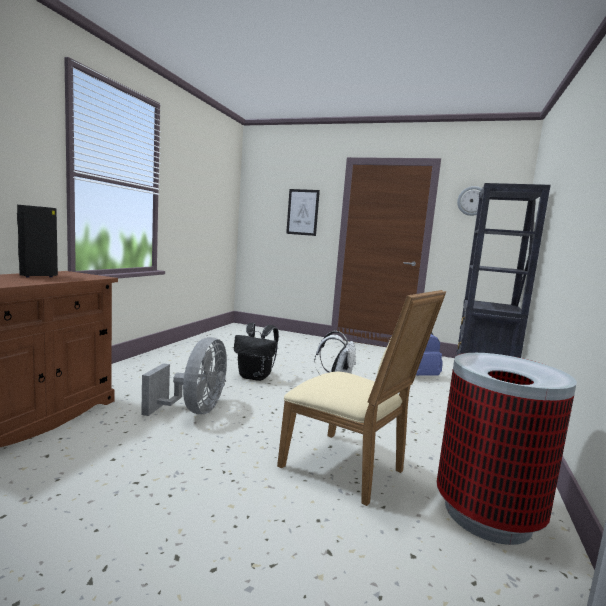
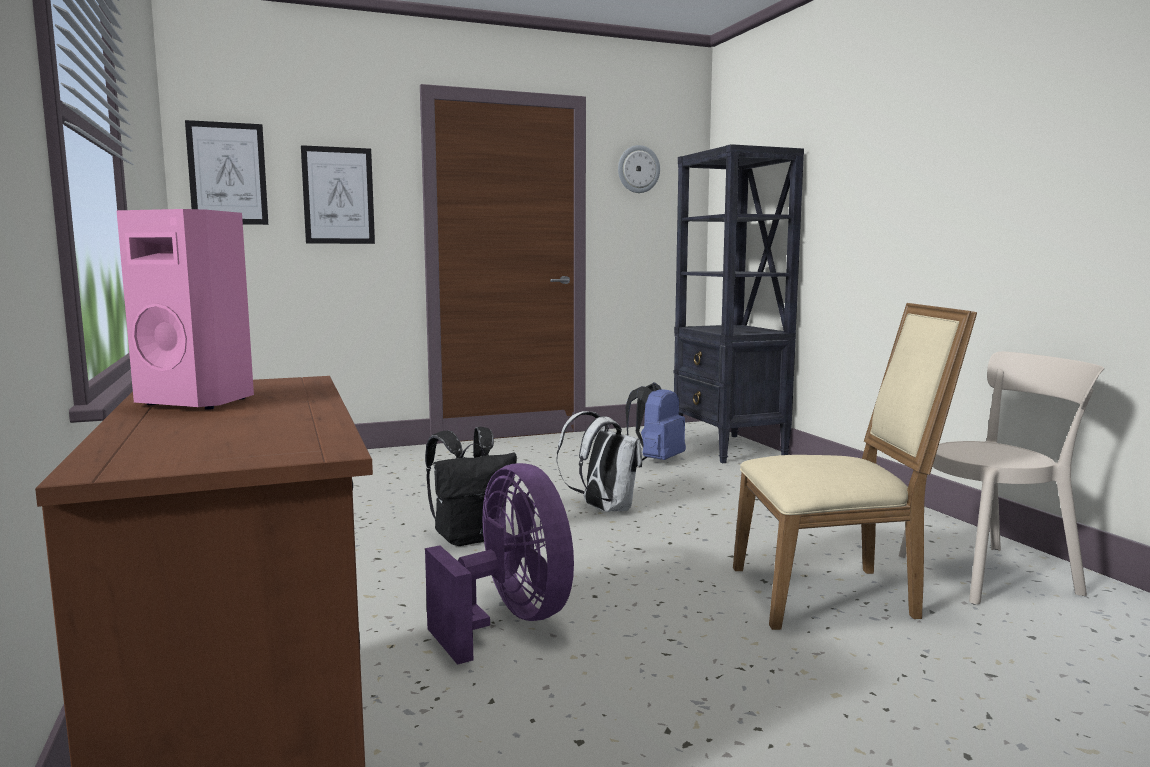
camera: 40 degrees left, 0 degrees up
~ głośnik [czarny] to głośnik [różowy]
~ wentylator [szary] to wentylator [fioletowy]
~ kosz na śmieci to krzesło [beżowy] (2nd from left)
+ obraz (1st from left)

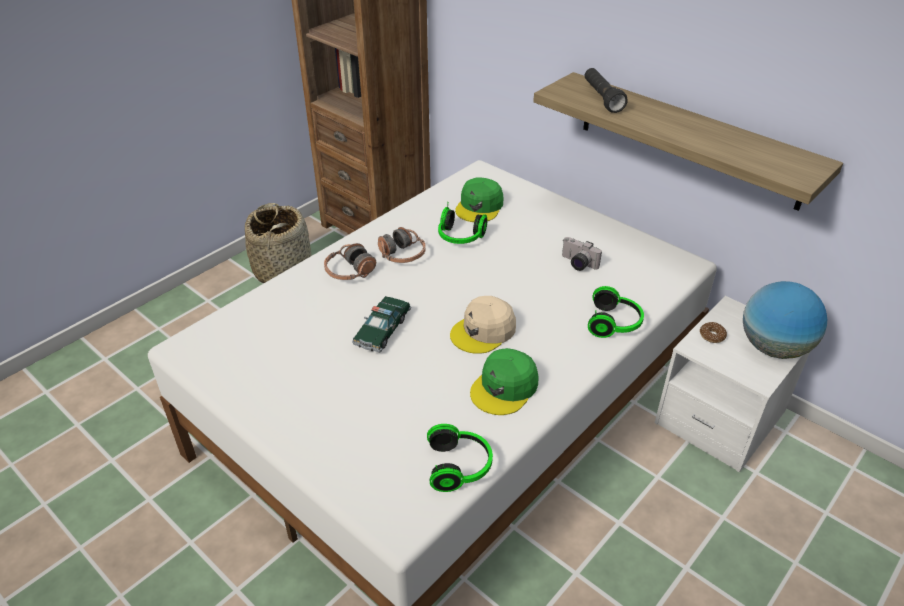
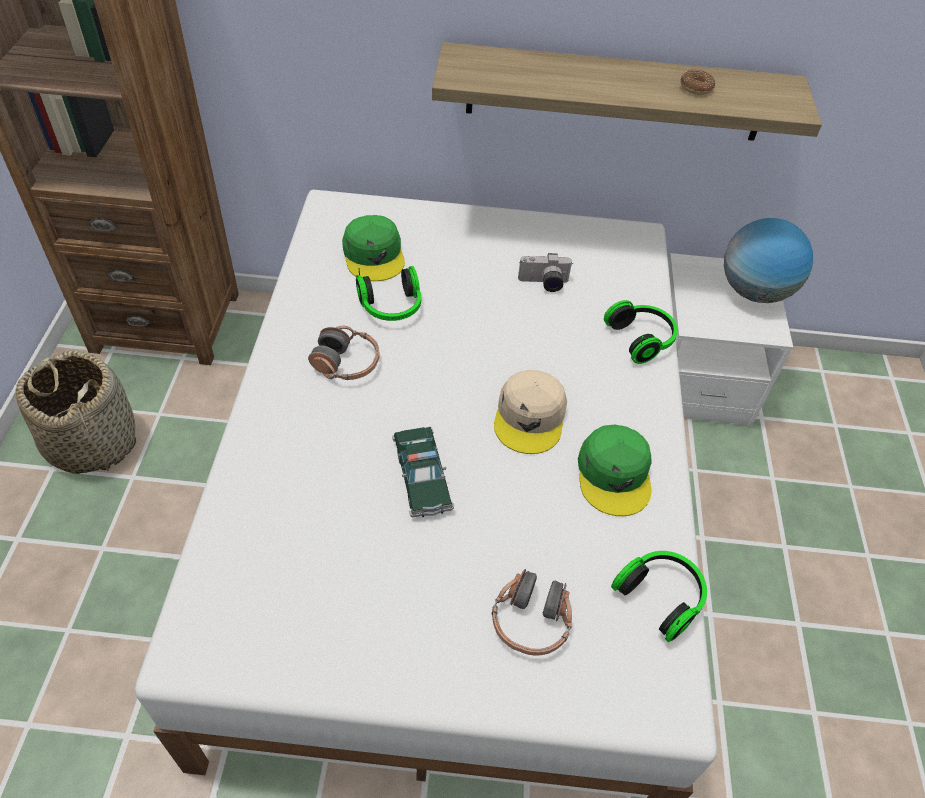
camera: 40 degrees left, 10 degrees up
- latarka [czarny]
~ słuchawki (1st from left in the first image) to słuchawki (3rd from left)
~ donut

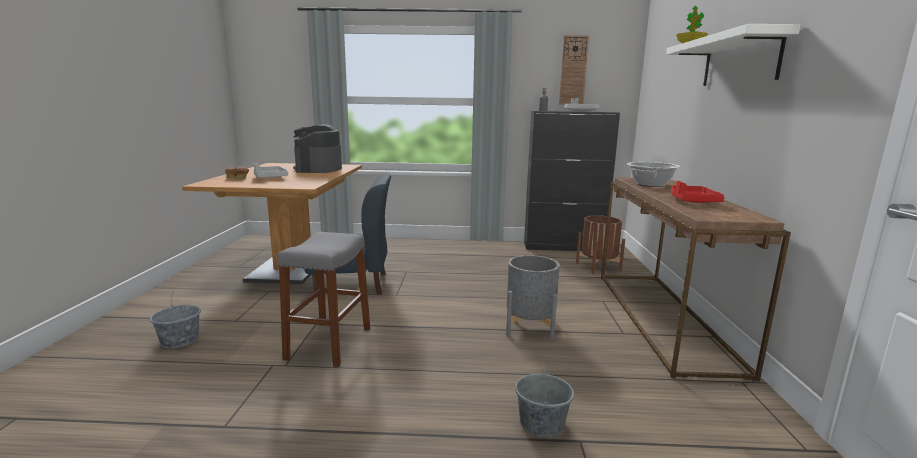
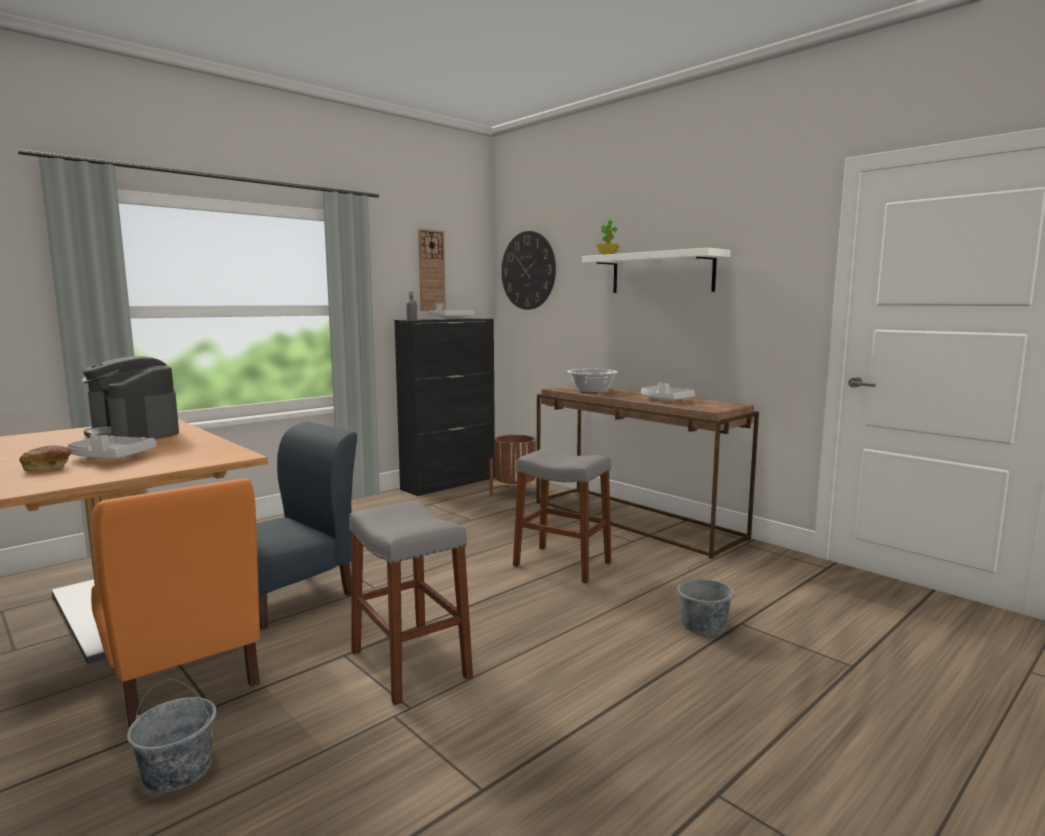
camera: 45 degrees left, 5 degrees down
~ taca [czerwony] to taca [szary] (3rd from left)
~ donica [szary] to stołek [szary] (2nd from left)
+ zegar ścienny (2nd from left)
+ krzesło [pomarańczowy]

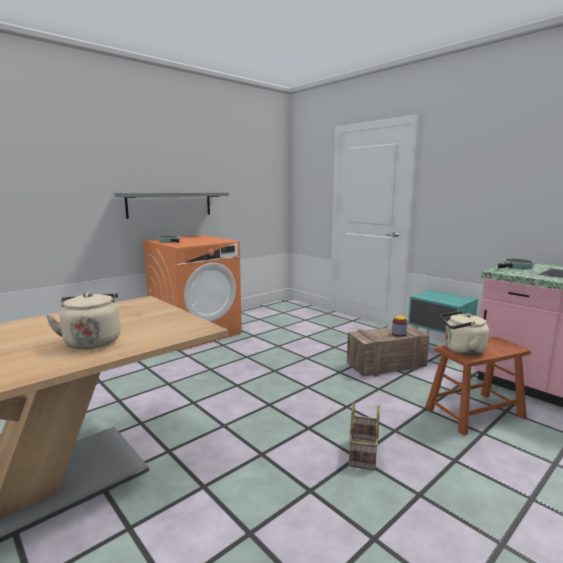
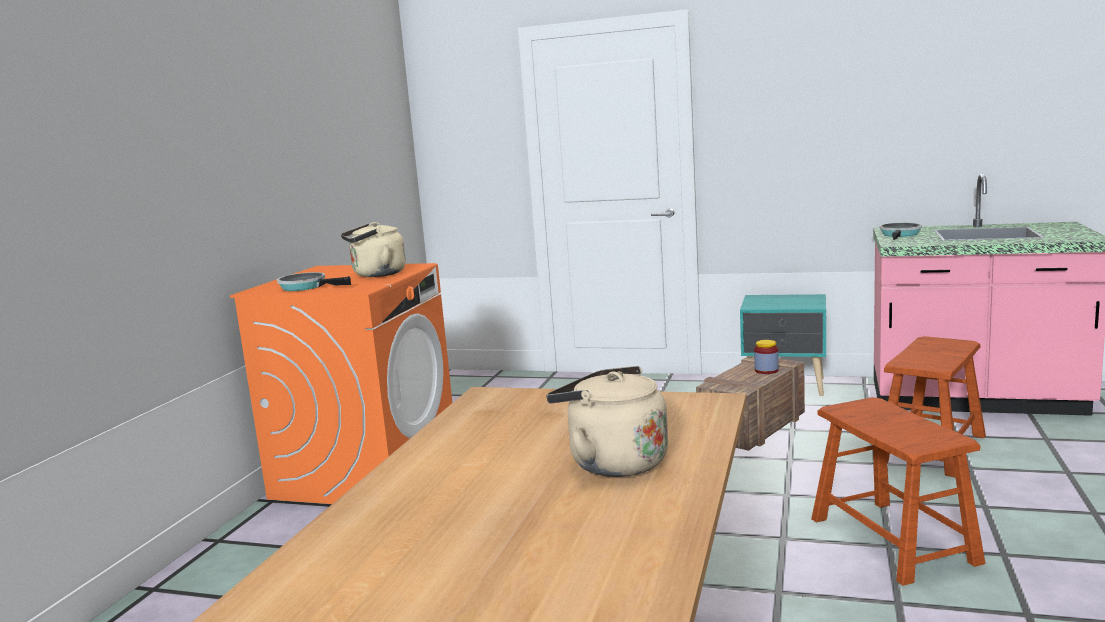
camera: 30 degrees left, 0 degrees up
- półka [szary]
~ czajnik [beżowy] (2nd from left in the first image) to czajnik [beżowy] (1st from left)
~ koszyk to stołek [brązowy] (1st from left)

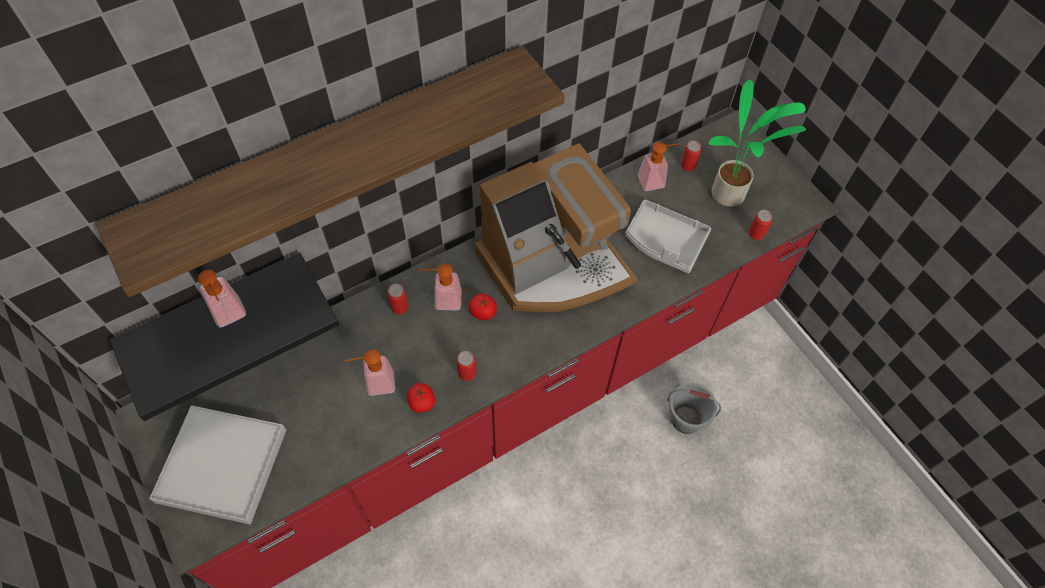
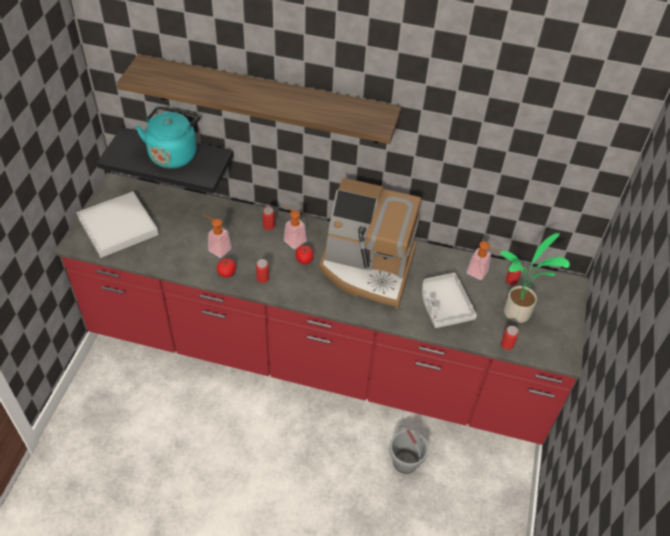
camera: 45 degrees right, 10 degrees down
~ dozownik mydła (1st from left) to czajnik [turkusowy]

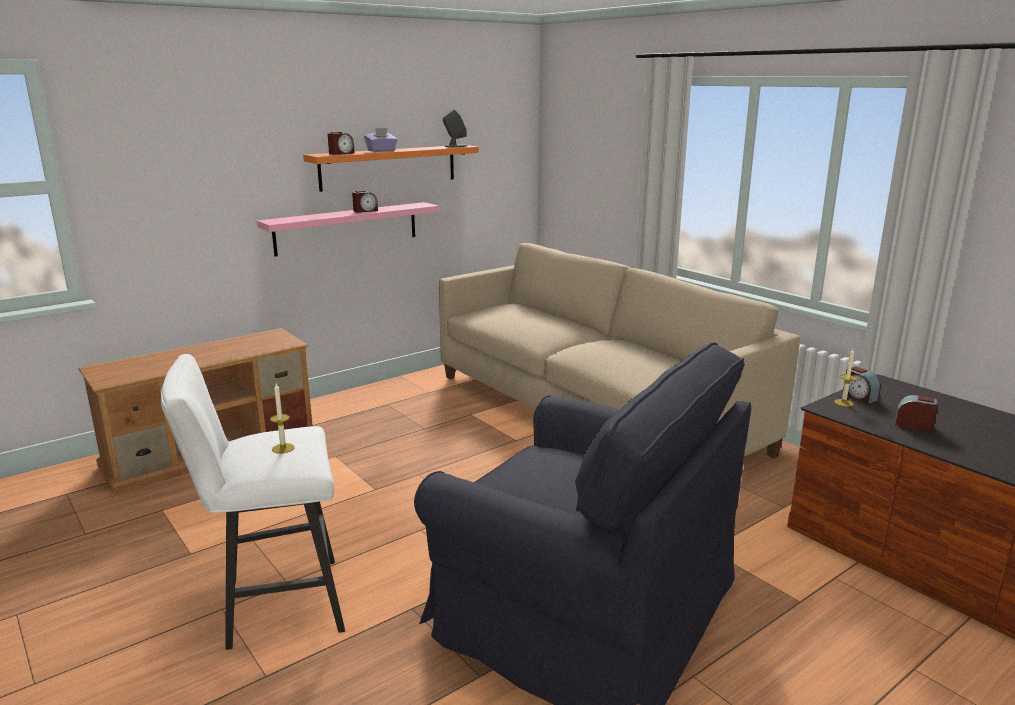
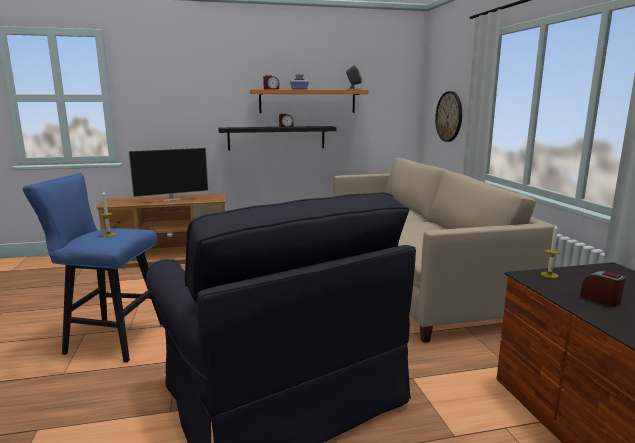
camera: 25 degrees right, 5 degrees down
~ półka [różowy] to półka [czarny]
~ stołek [biały] to stołek [niebieski]
- budzik (3rd from left)
+ zegar ścienny
+ telewizor

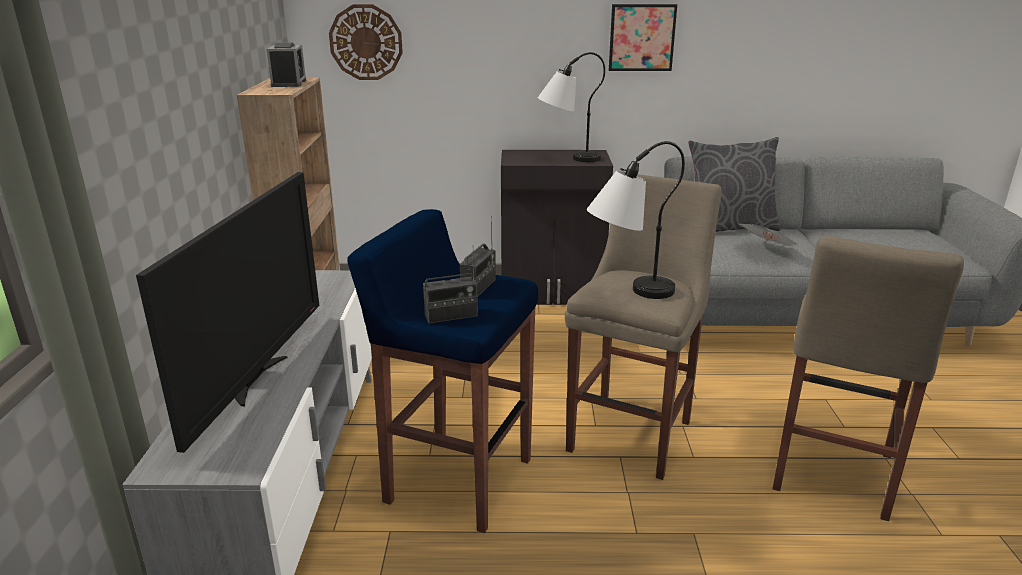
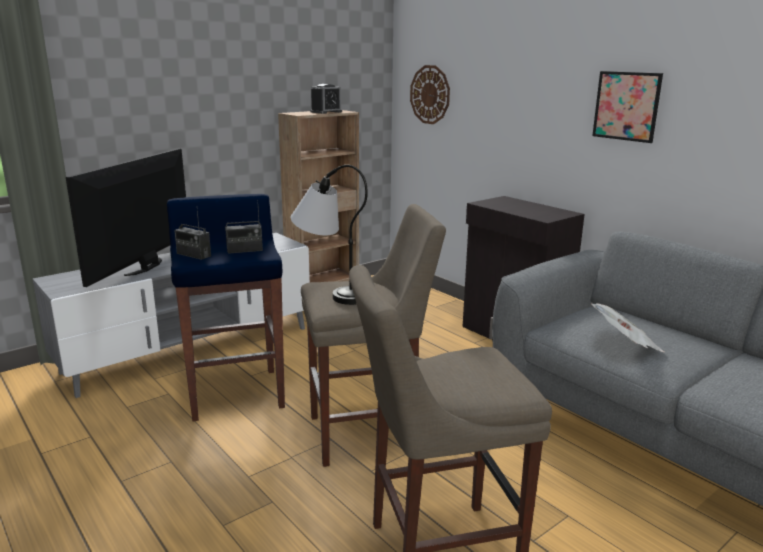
camera: 50 degrees right, 5 degrees down
- lampa stołowa (1st from left)
- poduszka [szary]
~ telewizor 135 degrees clockwise

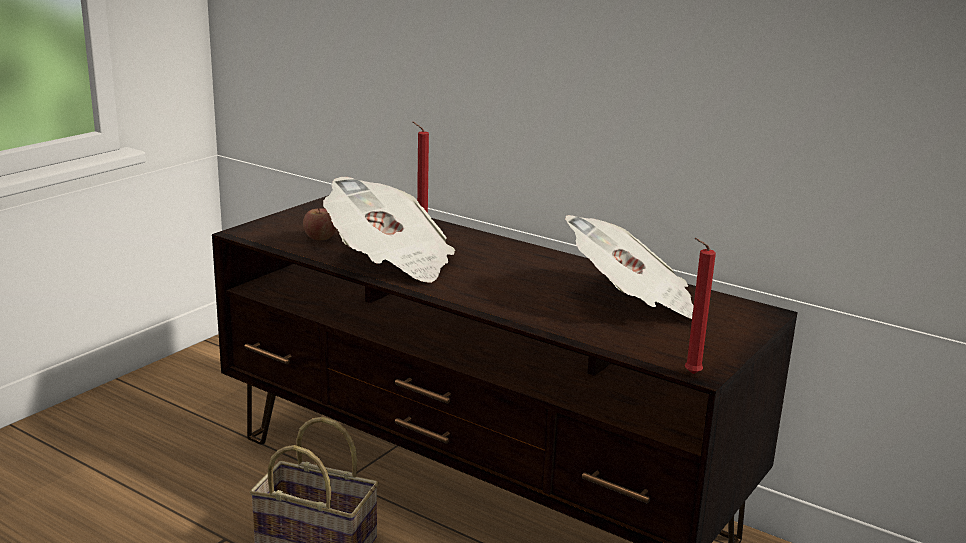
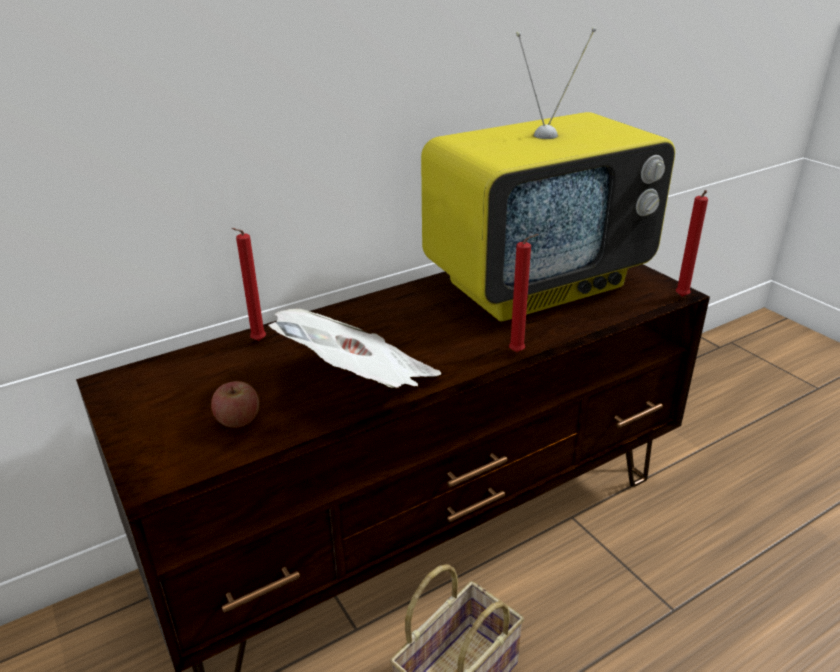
camera: 65 degrees left, 10 degrees up
~ gazeta (2nd from left) to telewizor
+ świeca [czerwony] (2nd from left)

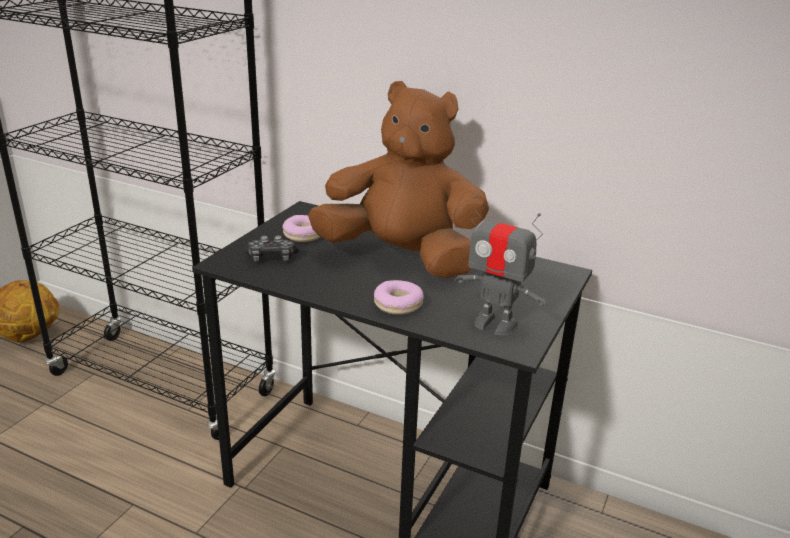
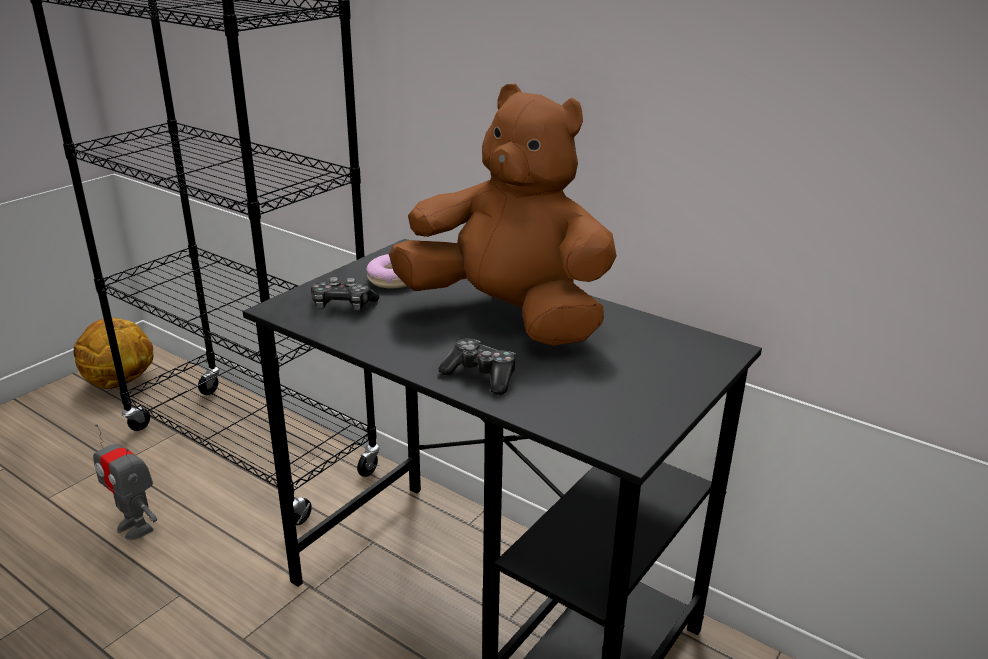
camera: 10 degrees right, 0 degrees up
~ robot zabawkowy
~ donut (2nd from left) to pad do gier (2nd from left)

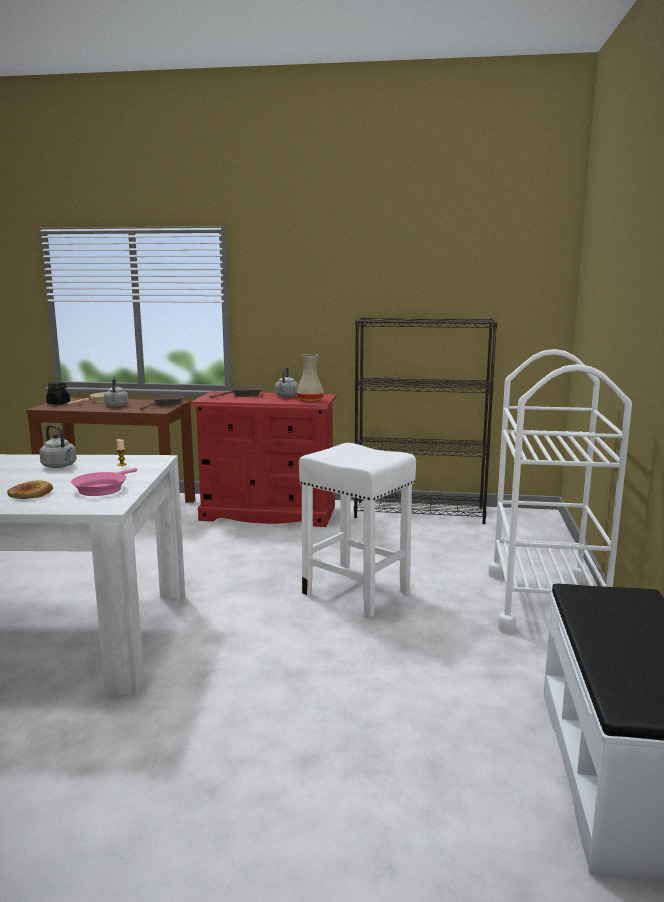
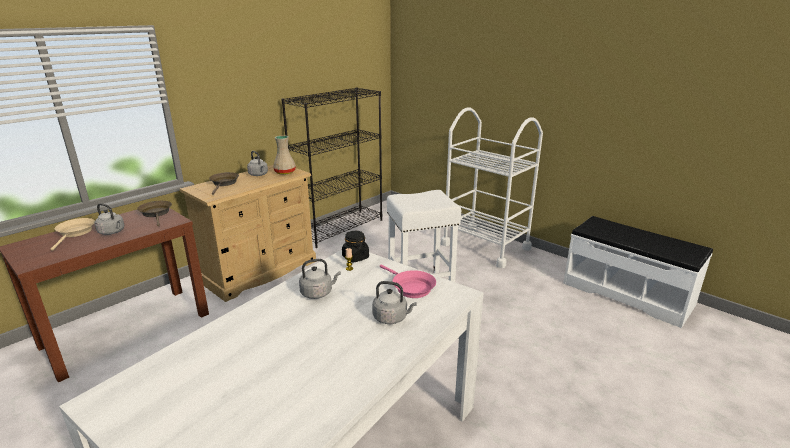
camera: 55 degrees left, 10 degrees up
~ słoik [czarny]
~ komoda [czerwony] to komoda [beżowy]
~ chleb to czajnik [szary] (4th from left)

